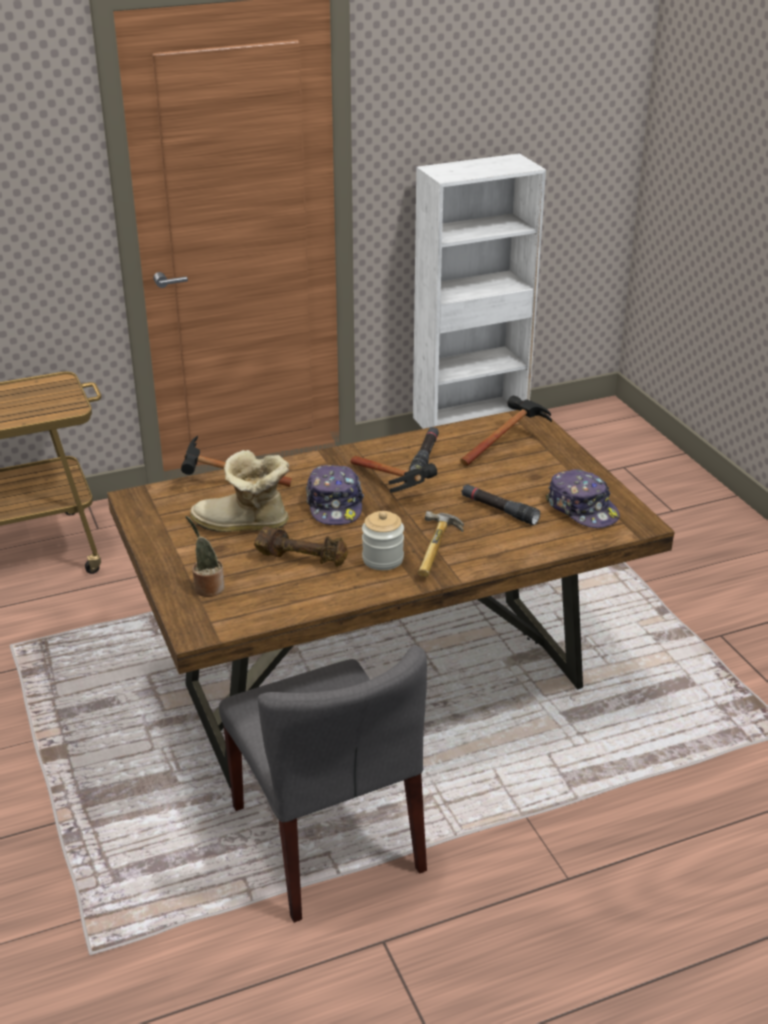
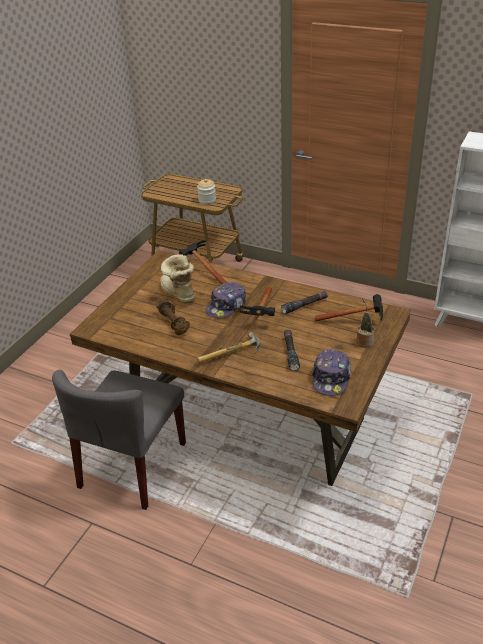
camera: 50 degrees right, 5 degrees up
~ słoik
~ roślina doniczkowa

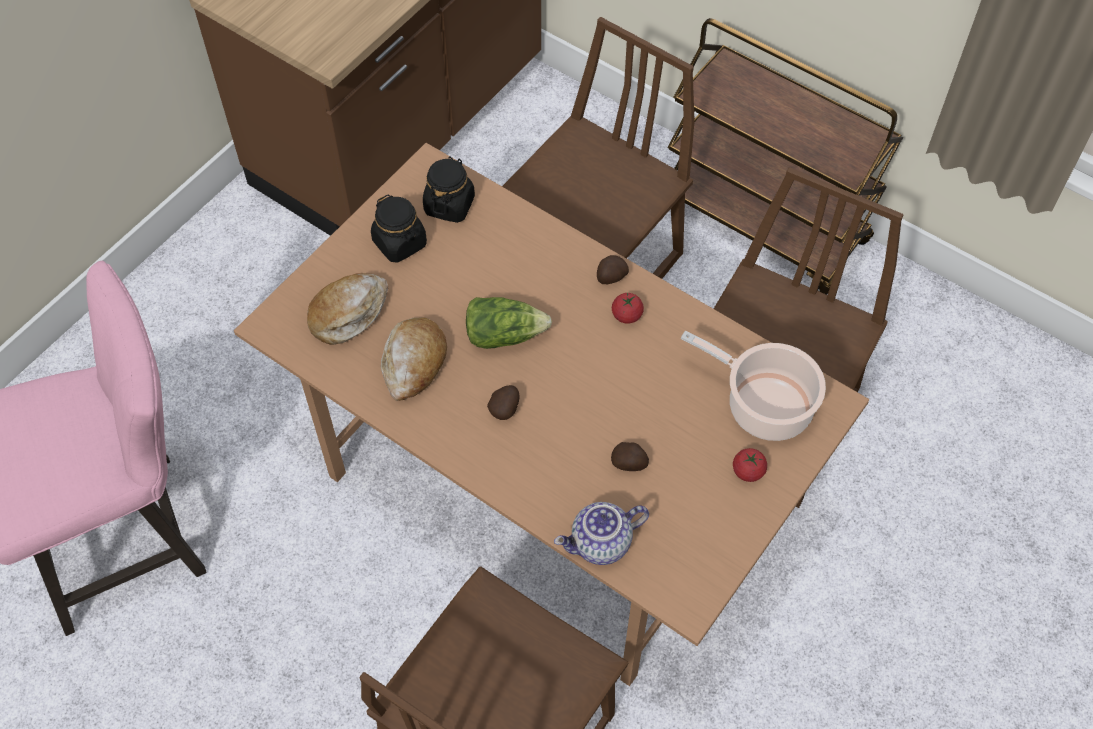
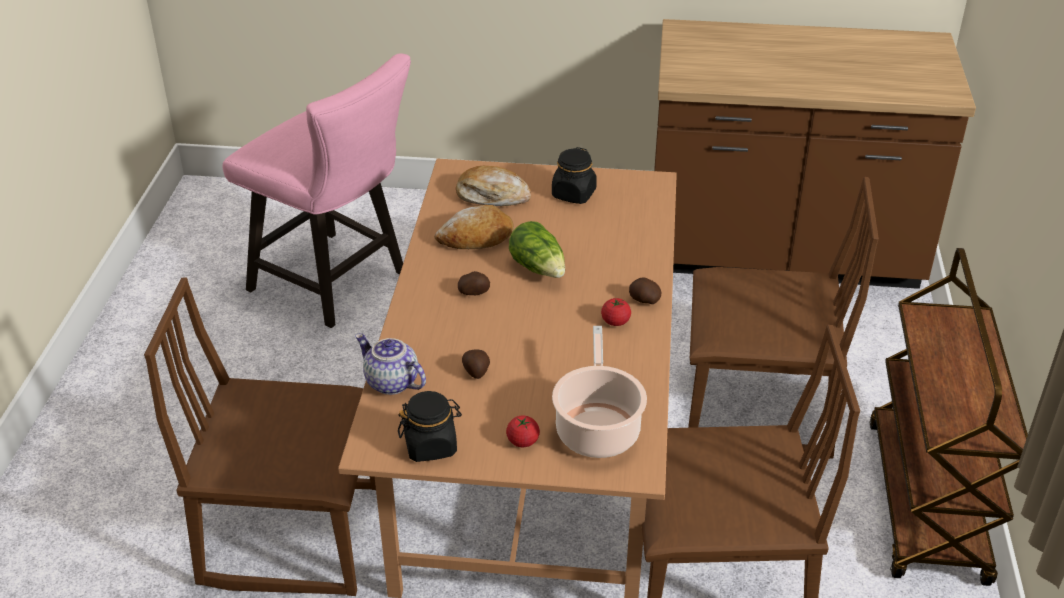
camera: 60 degrees right, 20 degrees down
~ słoik [czarny] (2nd from left in the first image) to słoik [czarny] (1st from left)

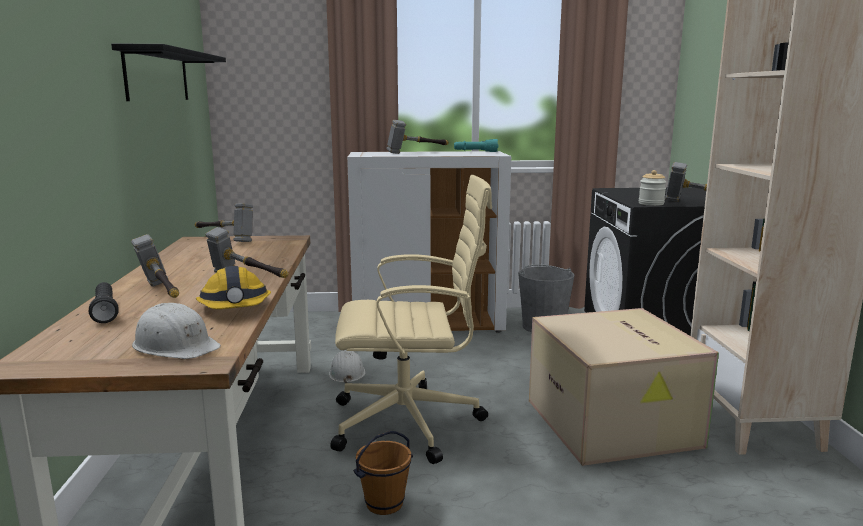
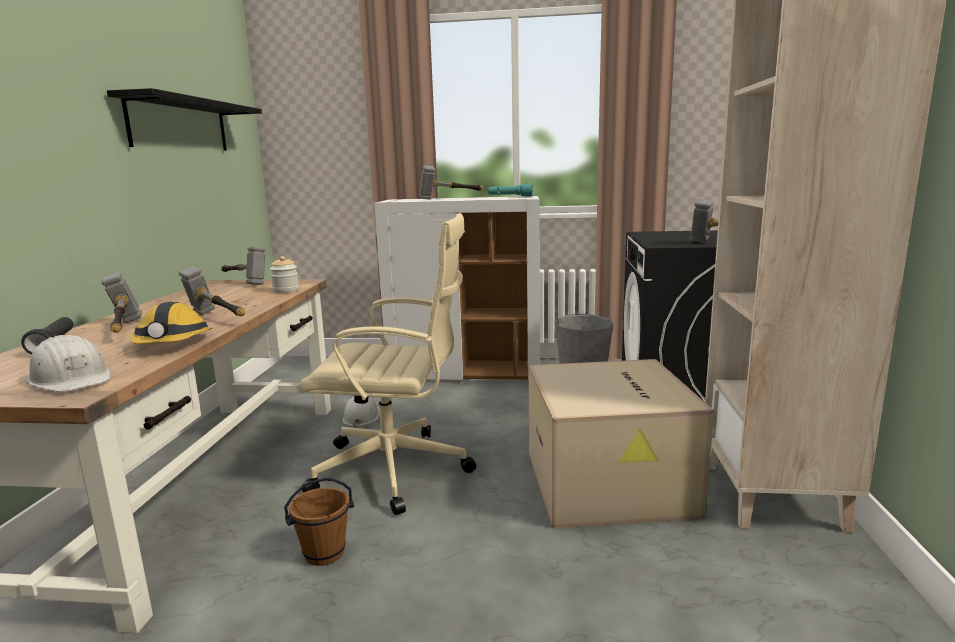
camera: 10 degrees right, 0 degrees up
~ słoik

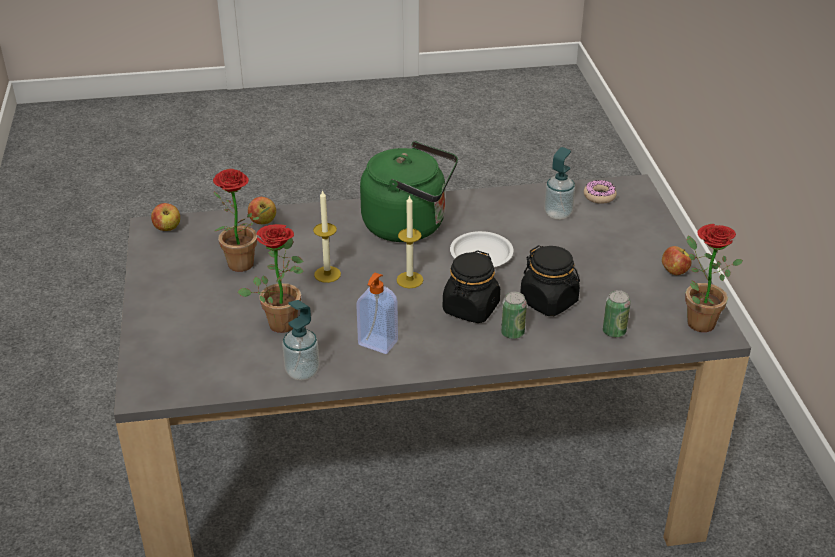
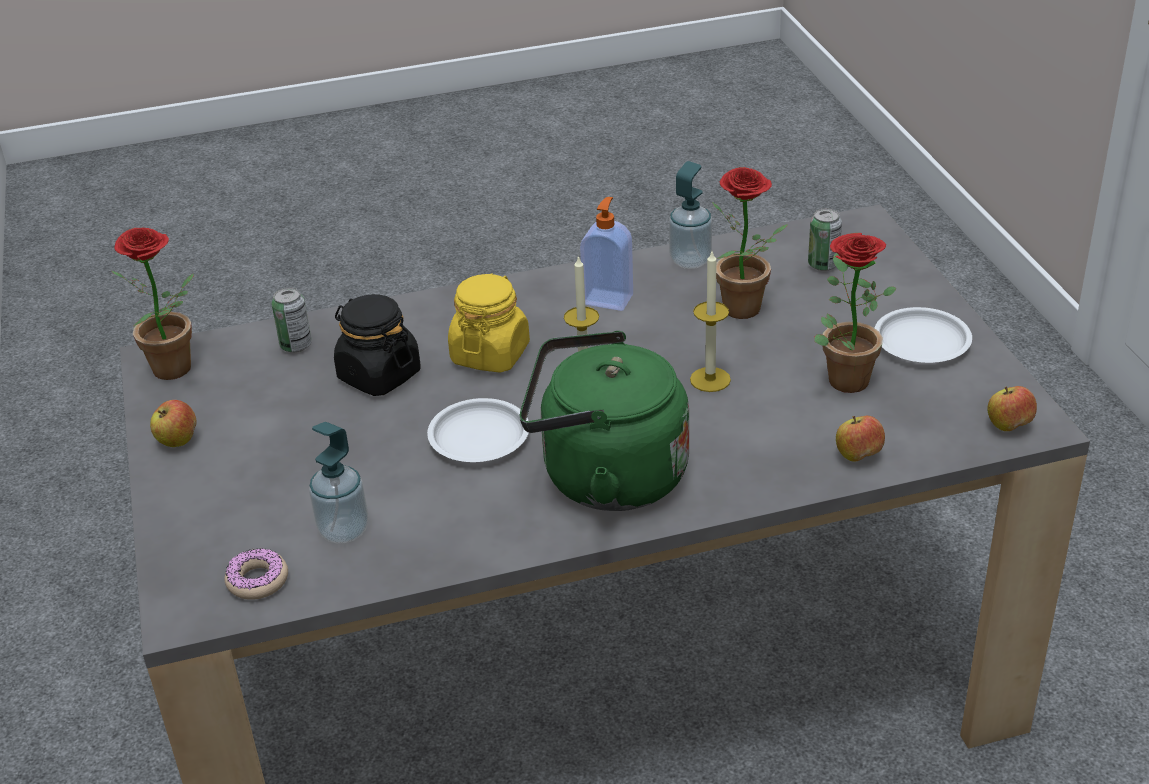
camera: 175 degrees right, 0 degrees up
~ słoik [czarny] (1st from left) to słoik [żółty]
~ puszka (1st from left in the first image) to puszka (2nd from left)
+ talerz [biały] (2nd from left)

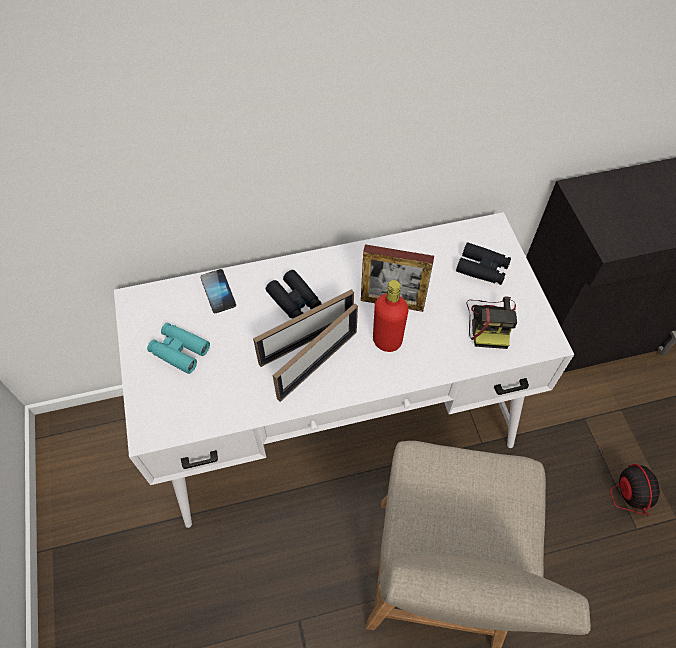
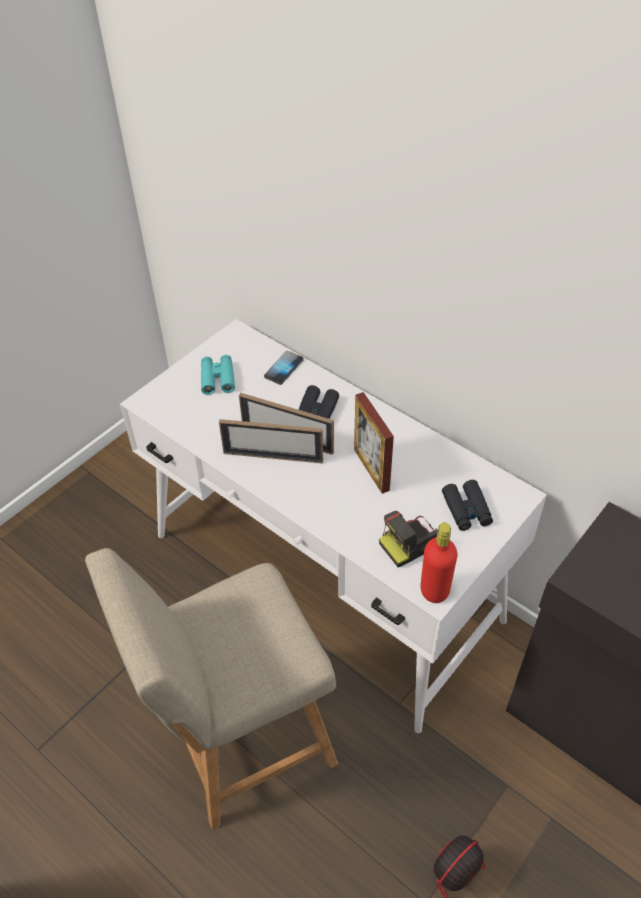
camera: 55 degrees right, 10 degrees down
~ butelka [czerwony]

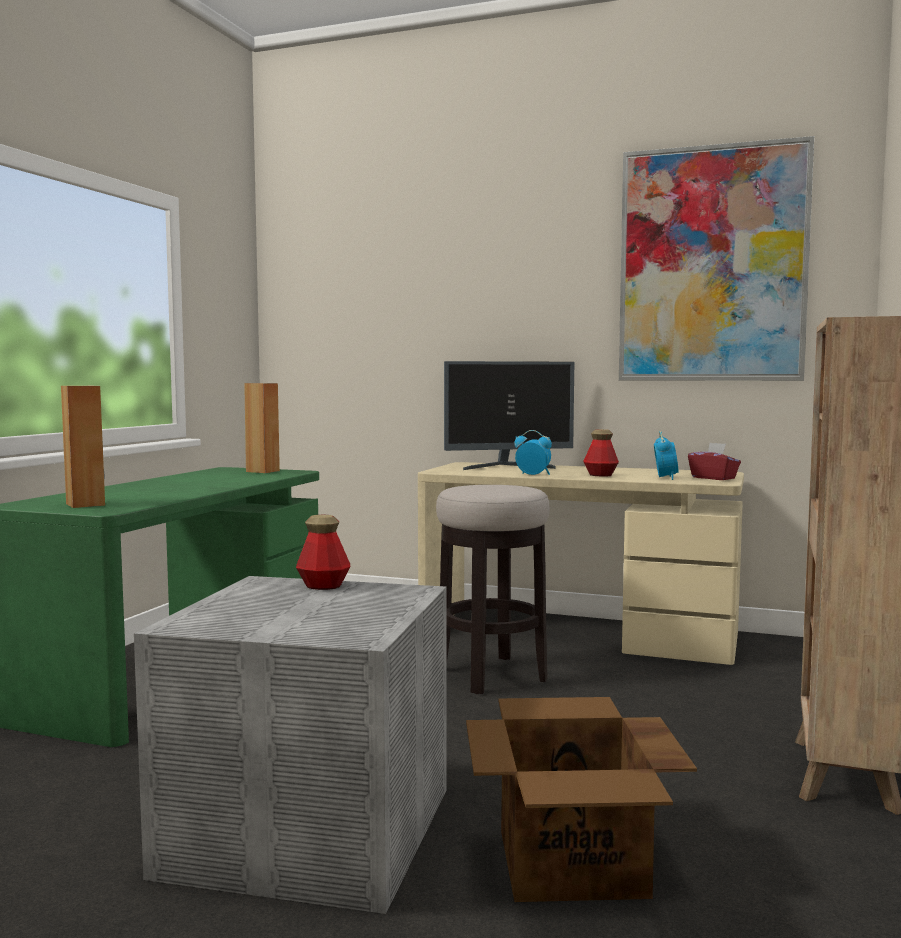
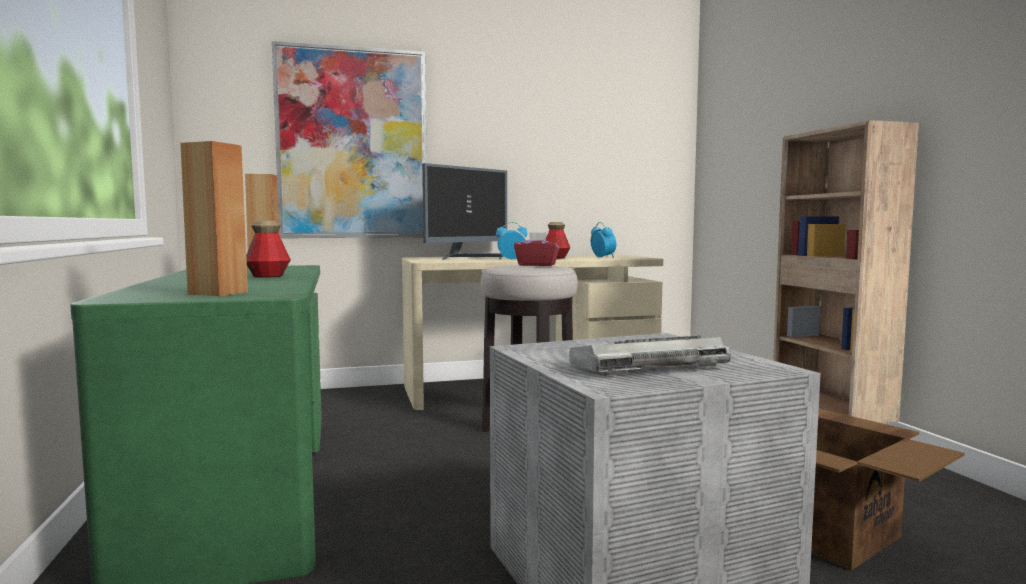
camera: 35 degrees left, 0 degrees up
~ obraz
~ pudełko chusteczek [czerwony]
~ butelka (1st from left)
+ klawiatura

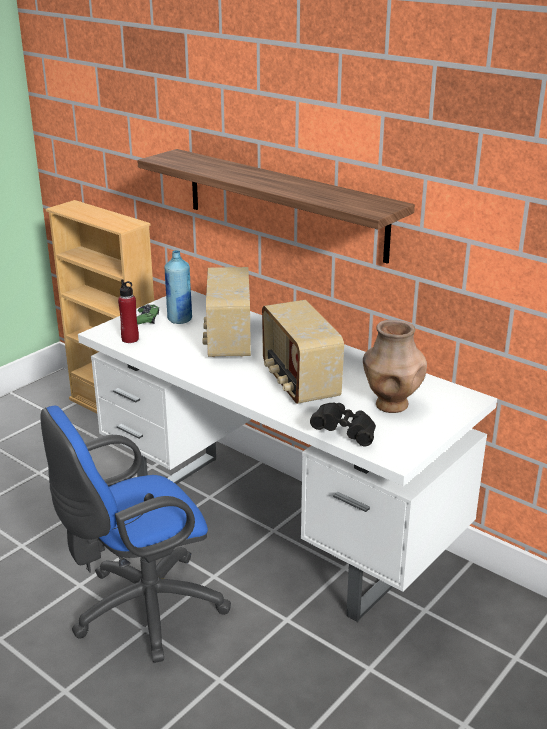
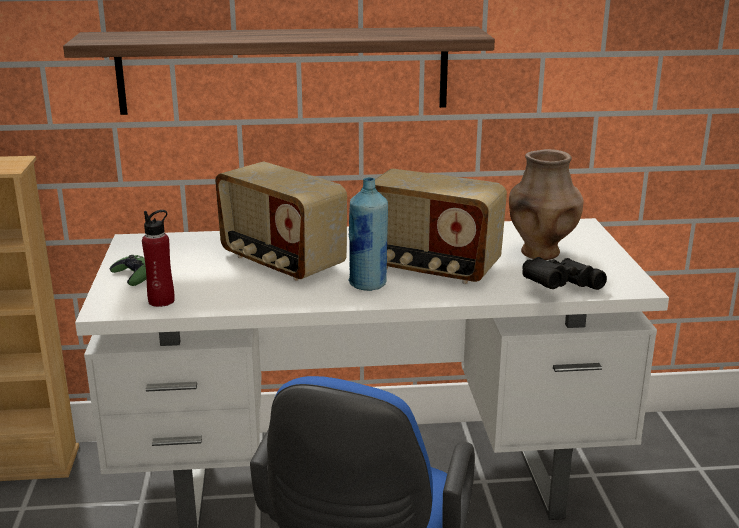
camera: 45 degrees left, 5 degrees down
~ butelka [niebieski]

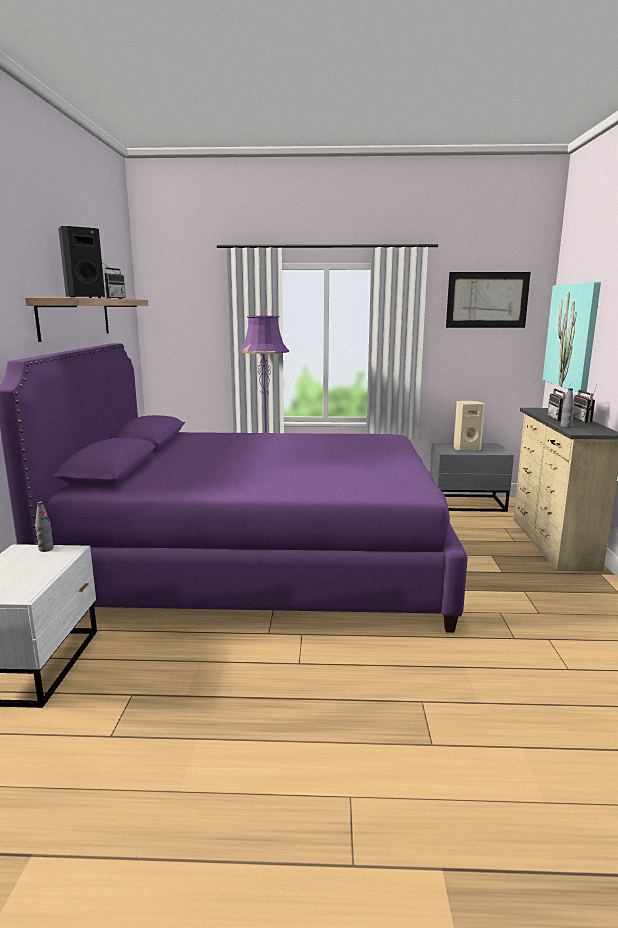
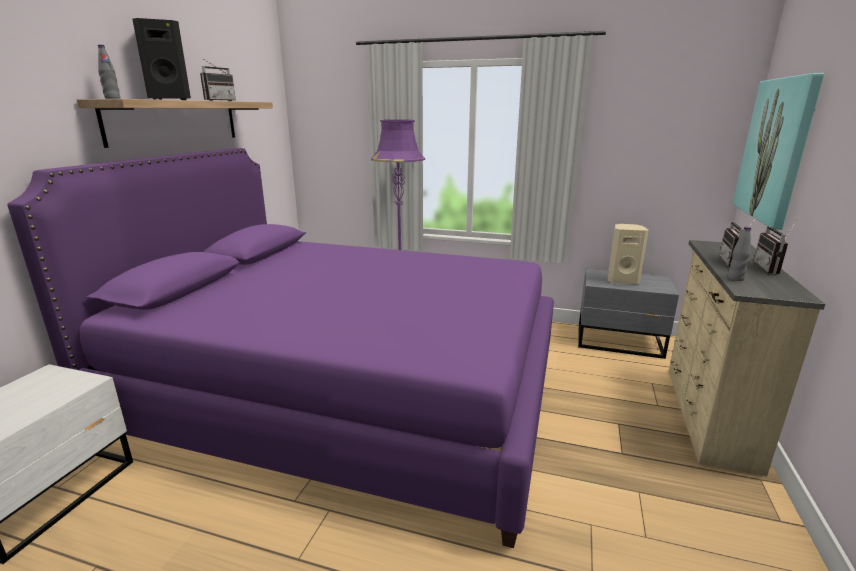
camera: 15 degrees right, 5 degrees up
- obraz (1st from left)
~ butelka [szary] (1st from left)

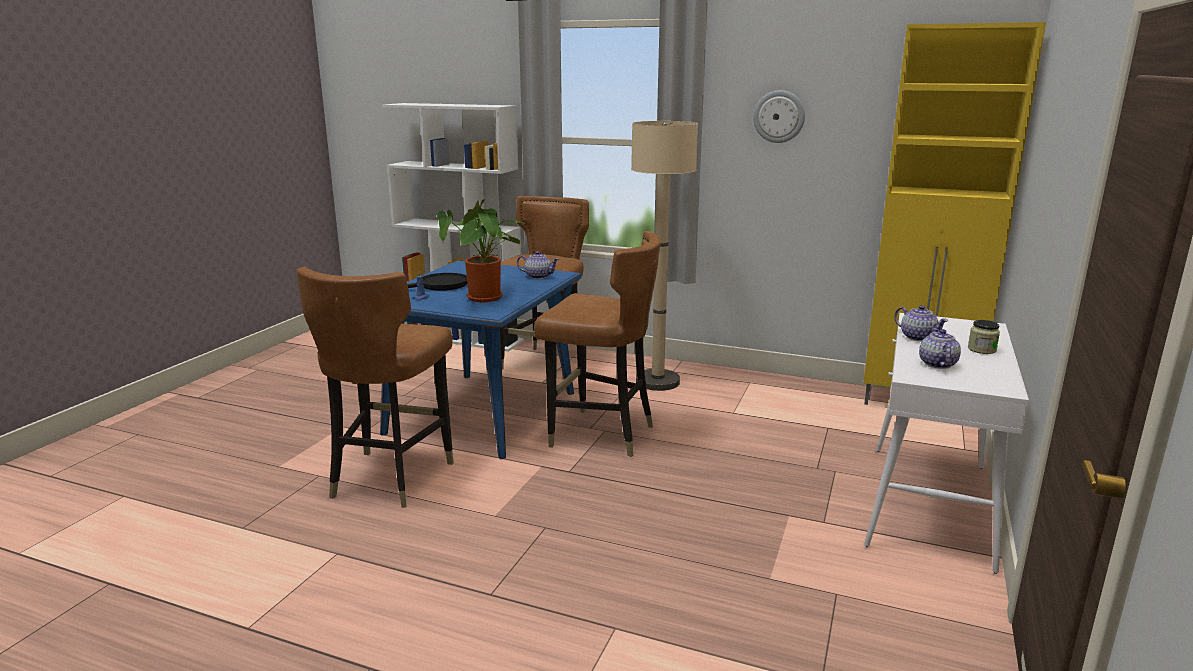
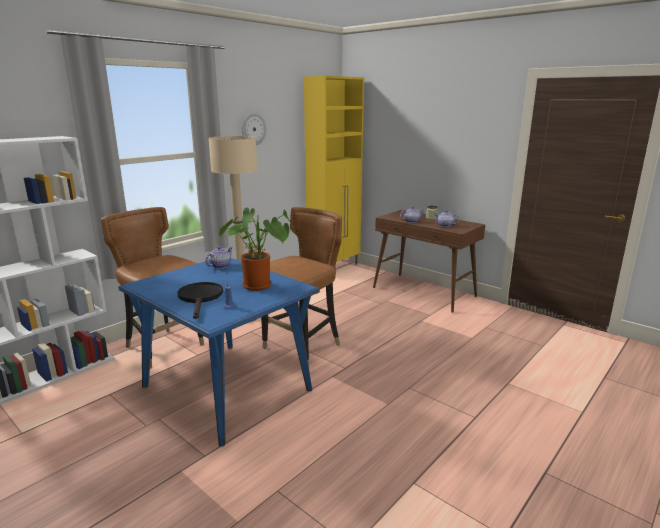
camera: 70 degrees left, 0 degrees up
- krzesło [brązowy] (1st from left)
~ stolik konsolowy [biały] to stolik konsolowy [brązowy]

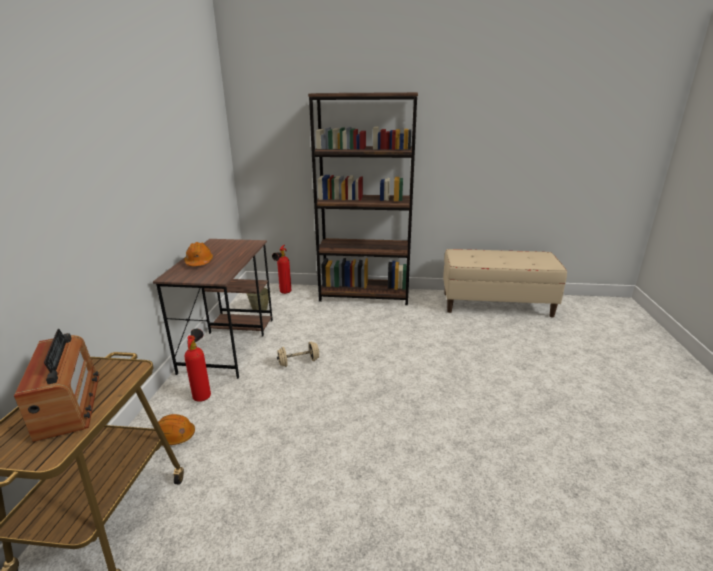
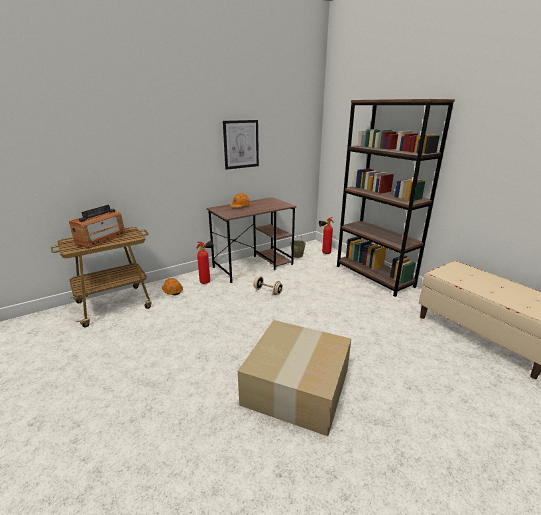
camera: 50 degrees right, 0 degrees up
+ obraz
+ karton

